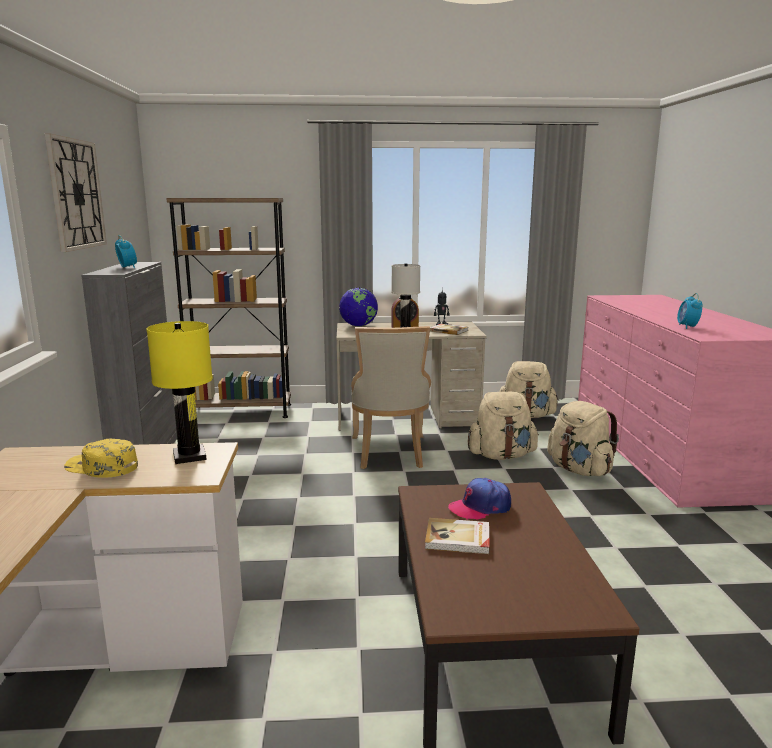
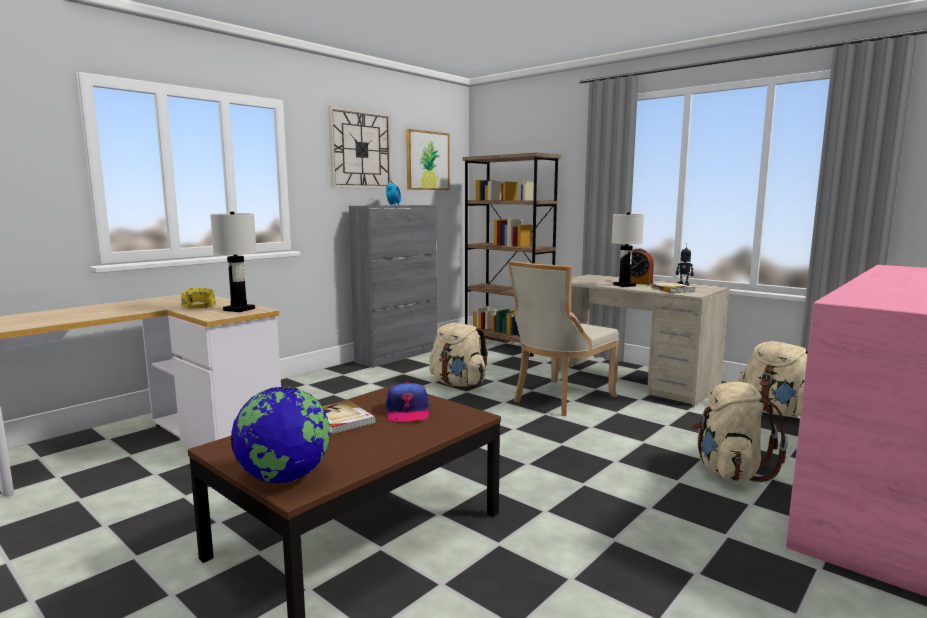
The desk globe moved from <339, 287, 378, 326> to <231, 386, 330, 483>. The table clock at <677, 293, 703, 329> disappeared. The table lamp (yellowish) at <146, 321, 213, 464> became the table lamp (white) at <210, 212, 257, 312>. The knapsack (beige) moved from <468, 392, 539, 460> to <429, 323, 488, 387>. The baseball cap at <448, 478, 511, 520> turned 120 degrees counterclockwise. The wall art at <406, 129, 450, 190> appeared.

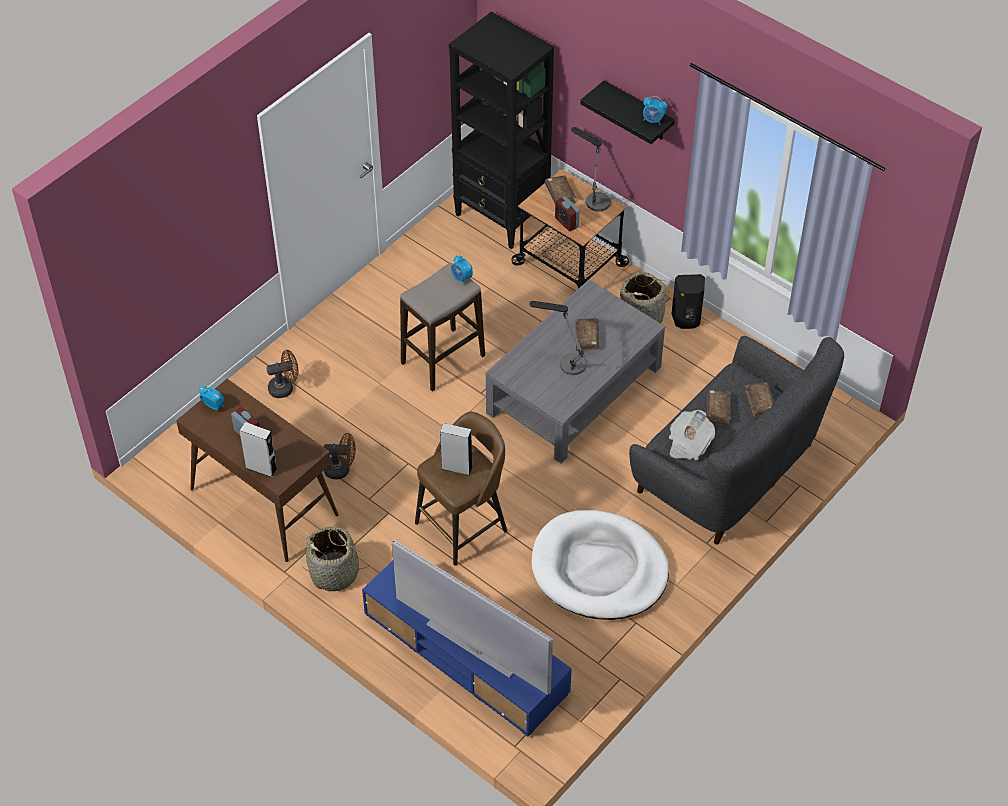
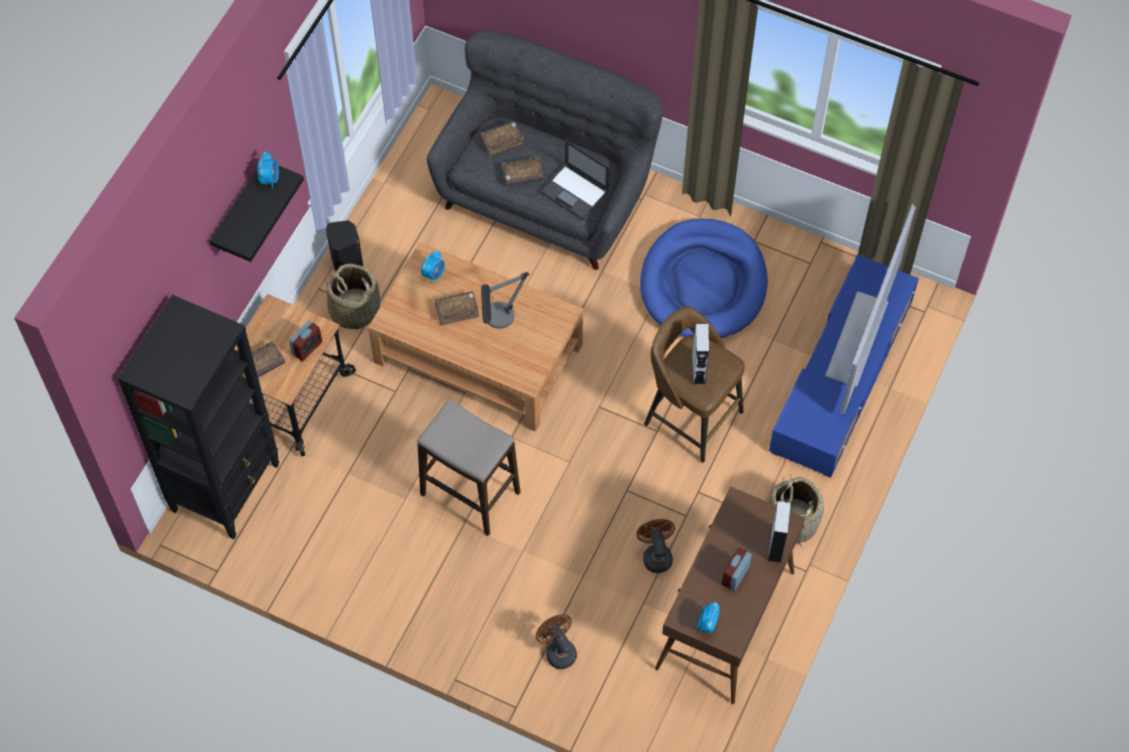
The table lamp at <571, 127, 611, 212> disappeared. The table clock moved from <451, 255, 473, 285> to <421, 250, 445, 284>. The coffee table (greyish) at <485, 280, 665, 464> became the coffee table (brown-coloured) at <368, 242, 583, 431>. The daily paper at <669, 410, 715, 460> was replaced by the portable computer at <540, 140, 610, 220>. The dog bed (white) at <531, 510, 669, 620> became the dog bed (bluish) at <640, 219, 768, 338>.

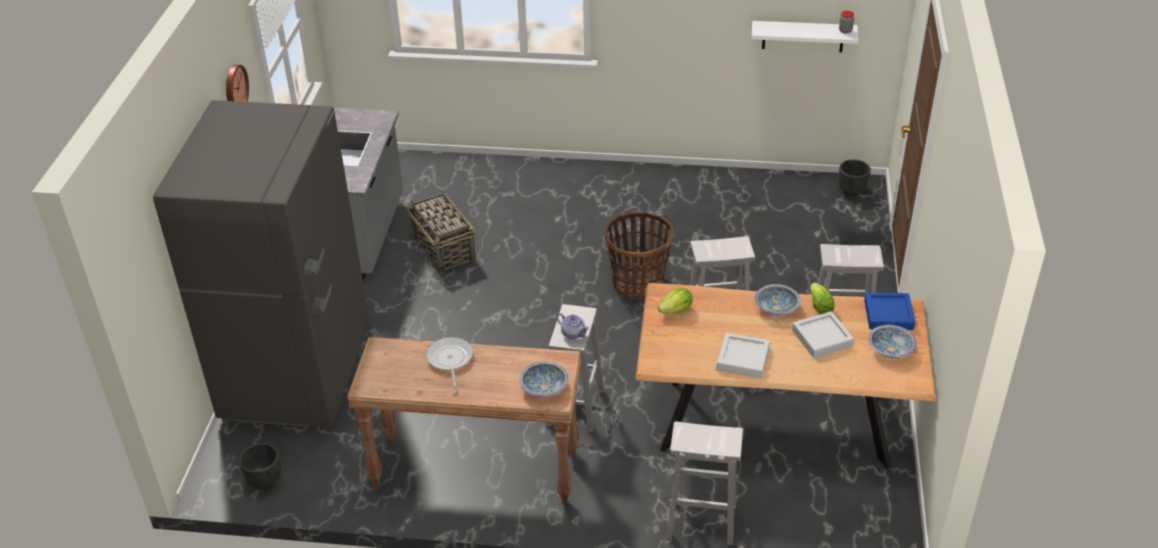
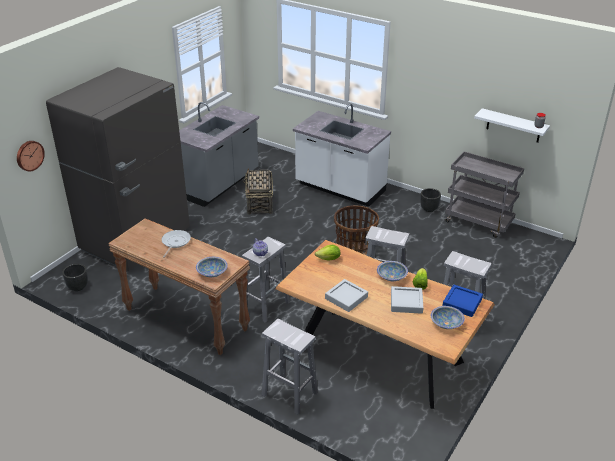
The hanging clock moved from <226, 65, 249, 102> to <17, 141, 45, 171>. The planter (black-coloured) moved from <838, 159, 871, 196> to <420, 188, 441, 212>. The kitchen base unit (white) at <293, 104, 391, 207> appeared. The cart (greyish) at <445, 152, 524, 238> appeared.

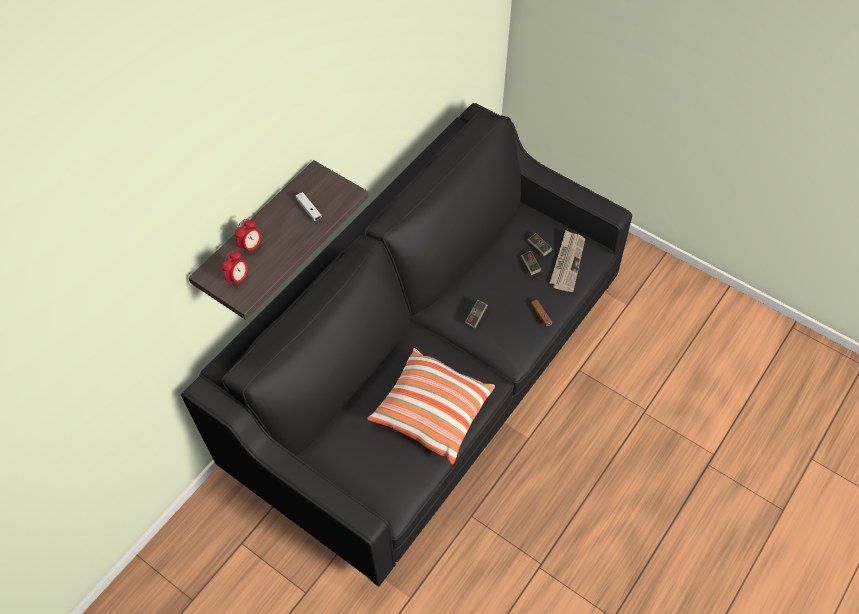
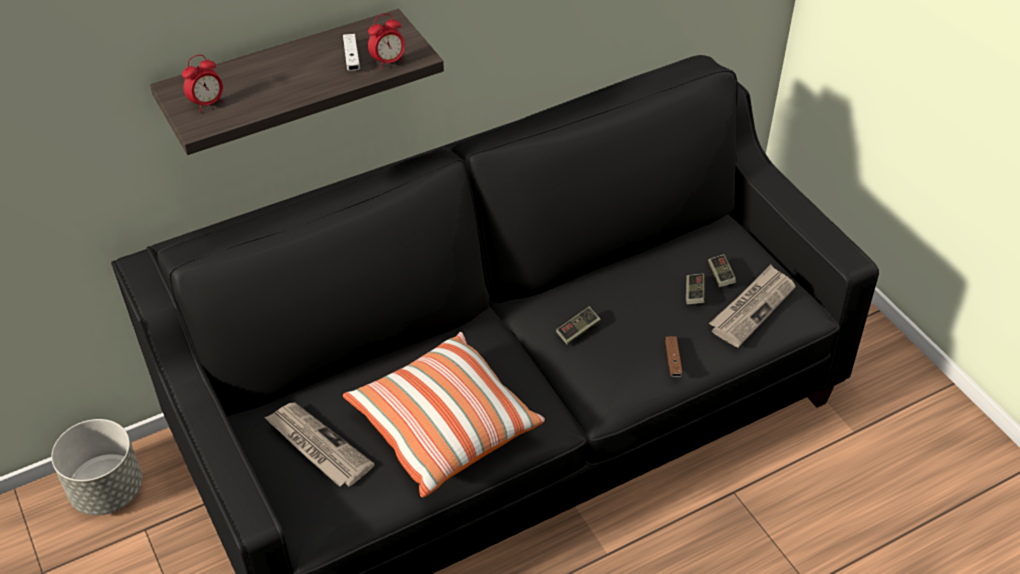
The table clock moved from <235, 219, 262, 255> to <368, 14, 405, 70>. The daily paper at <264, 403, 375, 487> appeared. The planter (greyish) at <51, 419, 142, 515> appeared.

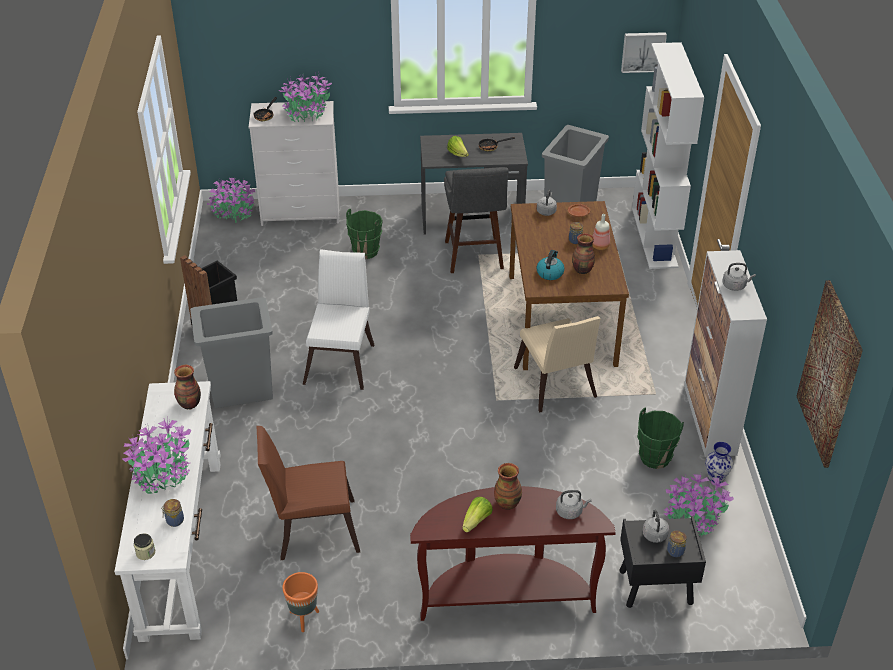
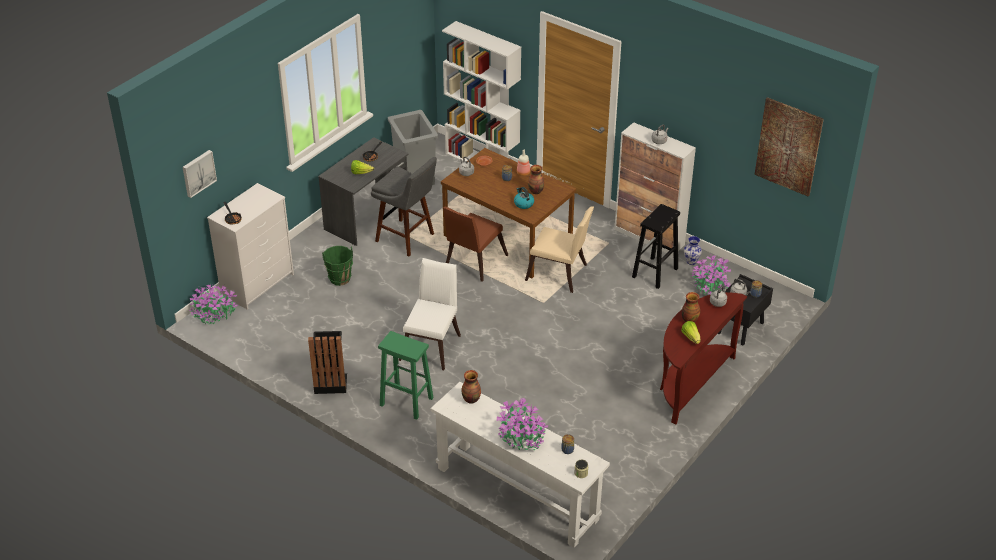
The wall art moved from <621, 32, 667, 73> to <183, 150, 217, 198>. The plant in a pot at <279, 73, 332, 122> disappeared. The upright chair (white) at <303, 249, 374, 390> turned 60 degrees clockwise. The rubbish bin (greyish) at <190, 297, 273, 408> was replaced by the sitting stool (green-coloured) at <378, 331, 434, 420>. The pail (green-coloured) at <637, 408, 684, 469> was replaced by the sitting stool (black-coloured) at <632, 204, 680, 289>. The upright chair (brown-coloured) moved from <256, 426, 360, 560> to <443, 207, 508, 282>. The planter (orange-coloured) at <282, 572, 319, 632> disappeared.

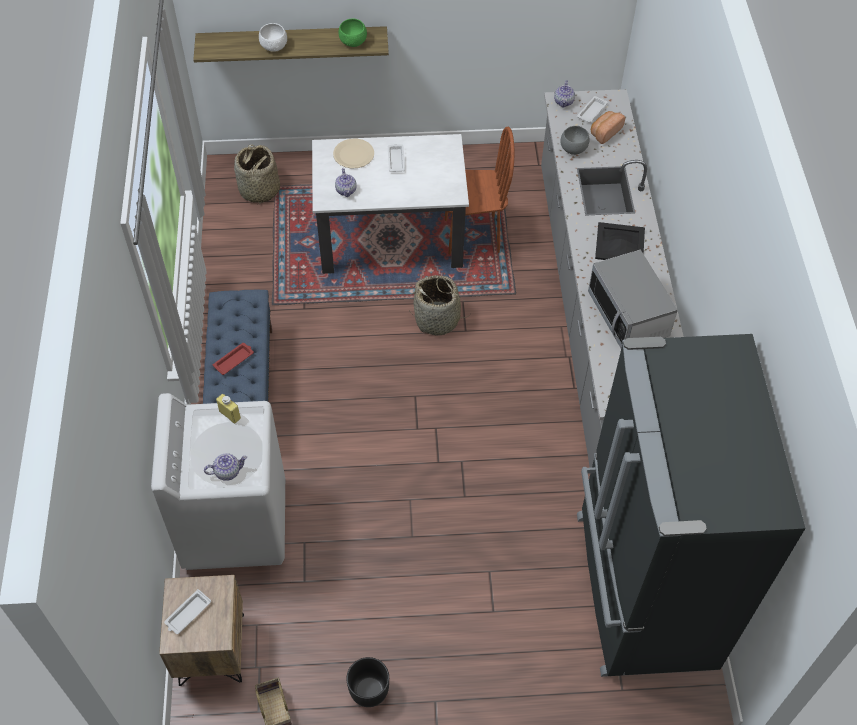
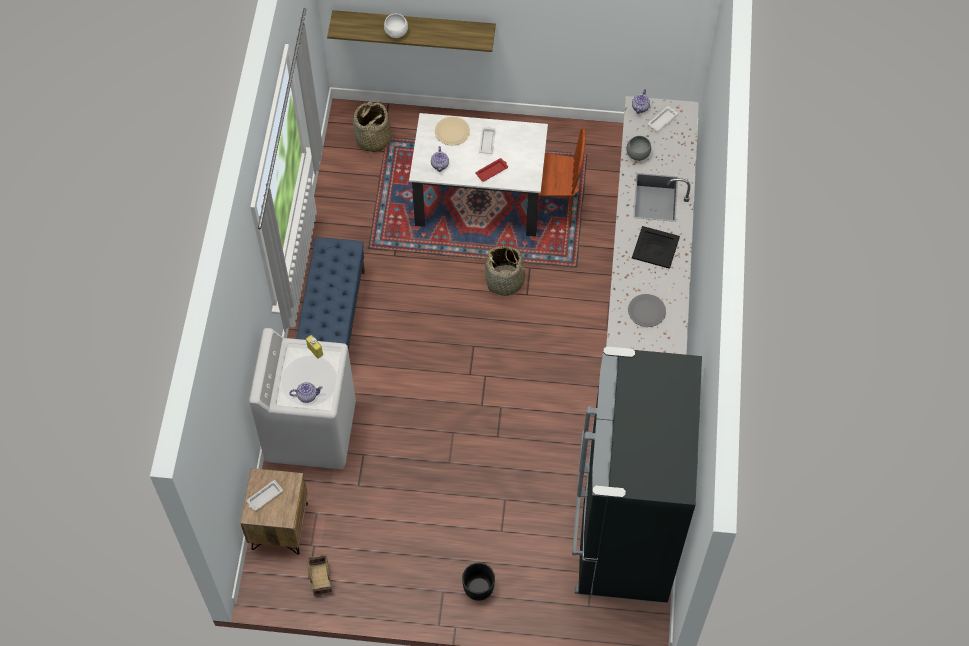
The bowl (green-coloured) at <339, 19, 367, 47> disappeared. The baked bread at <591, 111, 626, 144> disappeared. The kitchen microwave at <588, 250, 678, 348> was replaced by the plate (greyish) at <628, 294, 666, 327>. The tray (reddish) moved from <213, 343, 254, 375> to <475, 158, 508, 182>. The planter (black-coloured) moved from <346, 657, 389, 707> to <462, 563, 495, 601>.

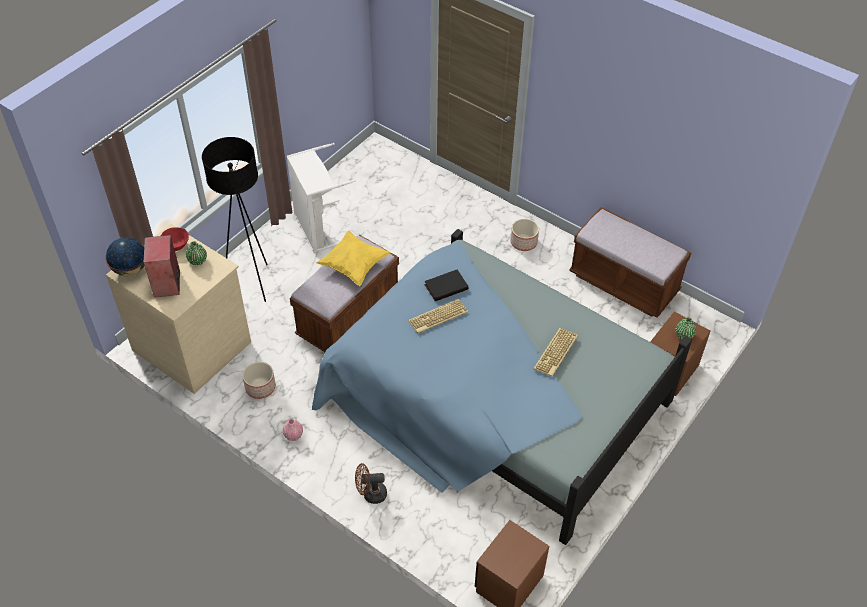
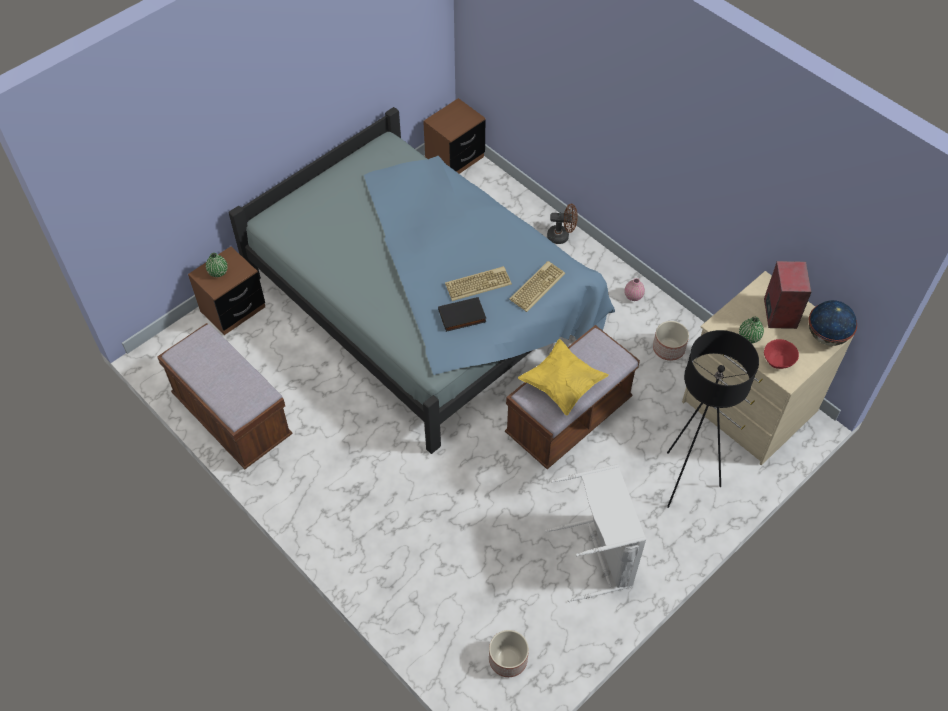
The planter moved from <511, 219, 539, 251> to <489, 630, 529, 677>. The keyboard moved from <533, 328, 578, 376> to <509, 261, 565, 312>.

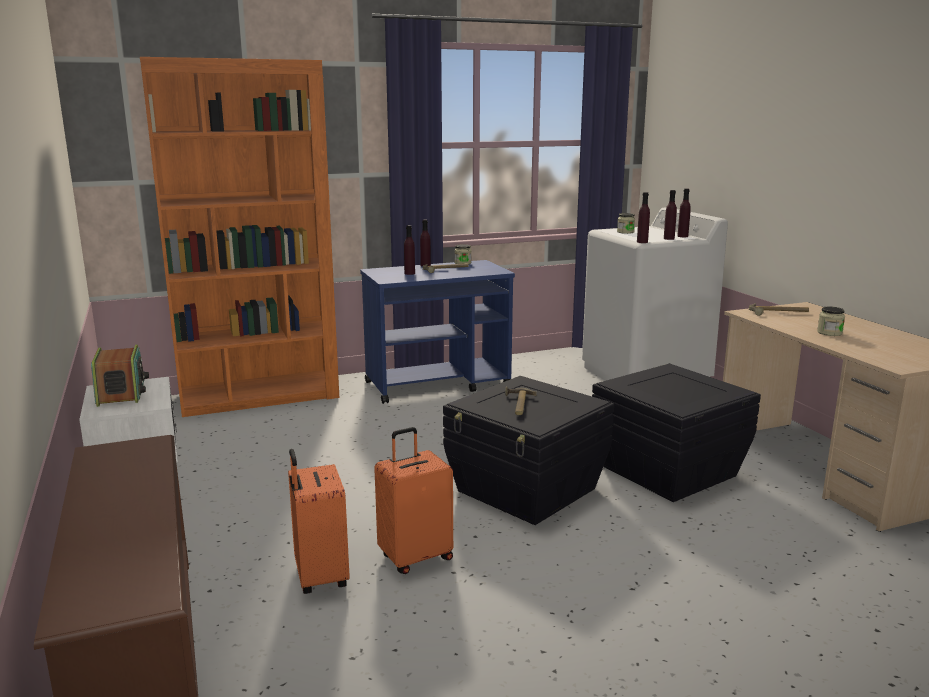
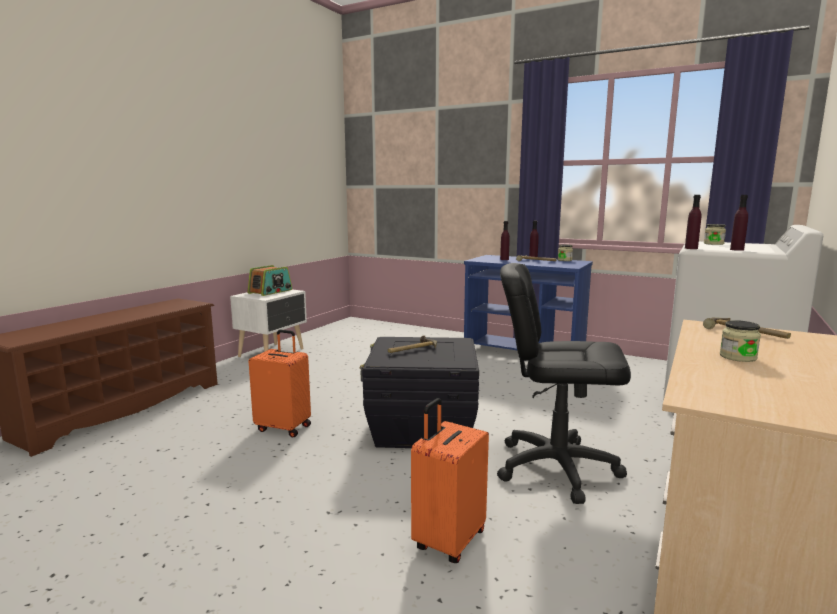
The bookcase (orange-coloured) at <140, 57, 339, 417> disappeared. The beverage bottle (purplish) at <677, 188, 691, 237> disappeared. The storage box (black-coloured) at <592, 364, 761, 502> was replaced by the office chair (black-coloured) at <497, 263, 631, 504>. The suitcase (orange-coloured) moved from <288, 449, 350, 594> to <411, 398, 489, 563>.

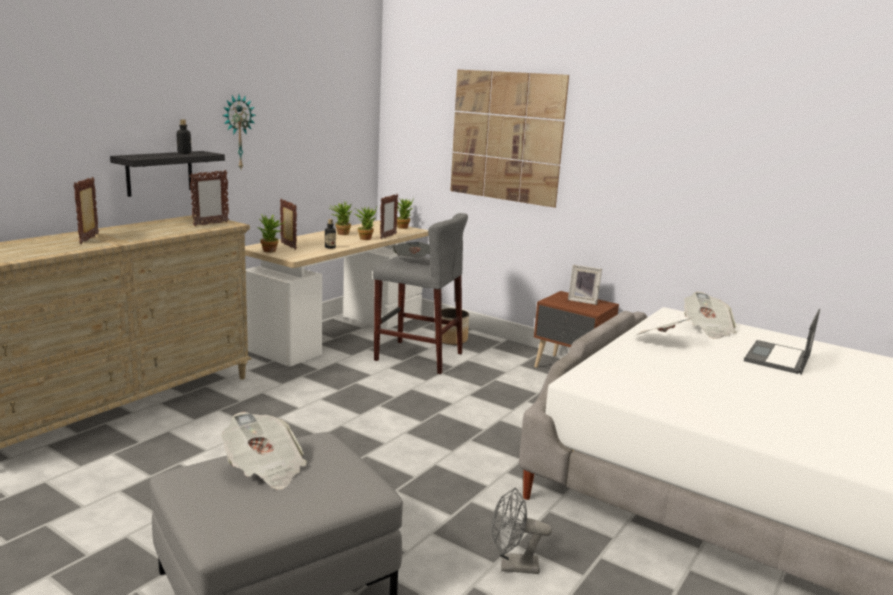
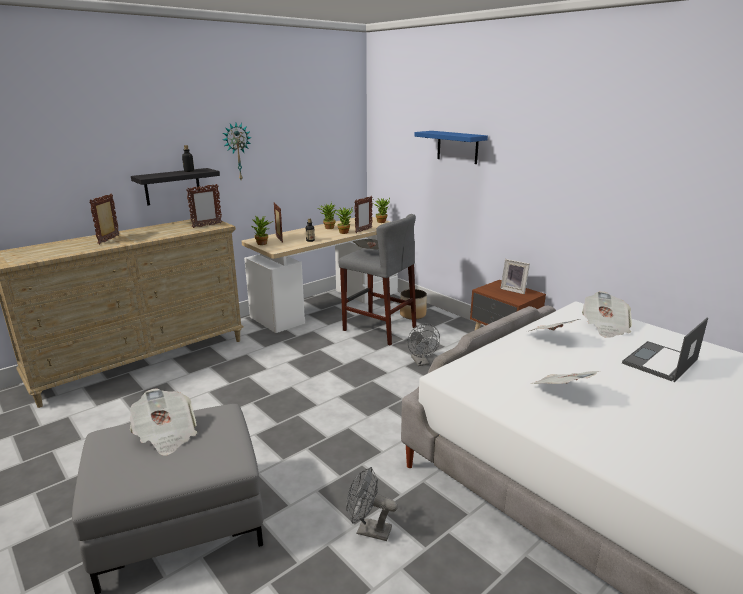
The wall art at <450, 70, 569, 208> was replaced by the wall shelf (bluish) at <415, 131, 488, 164>. The cooling fan (greyish) at <408, 323, 440, 366> appeared. The daily paper at <530, 371, 599, 384> appeared.

